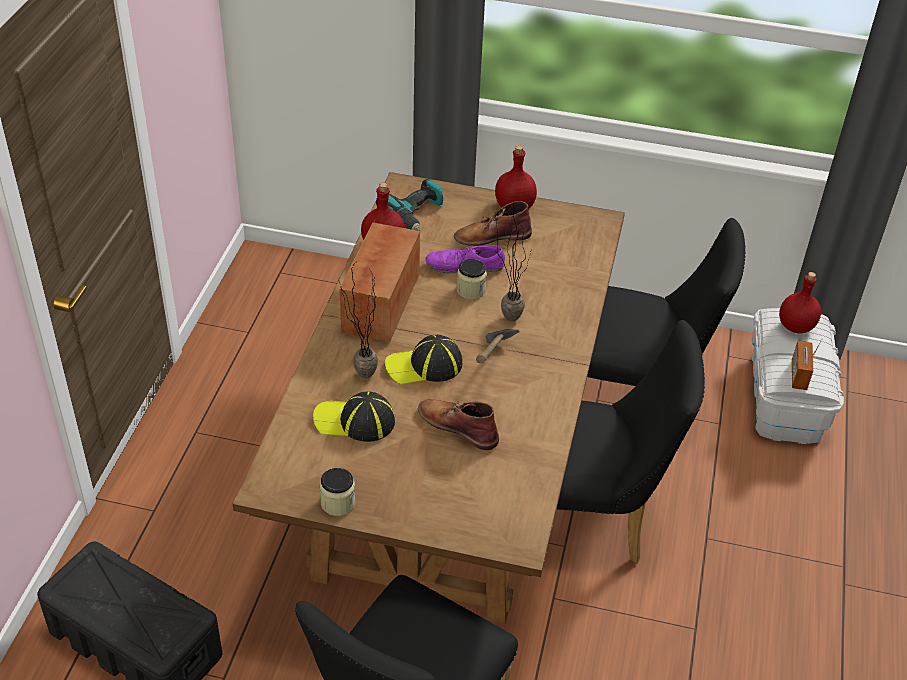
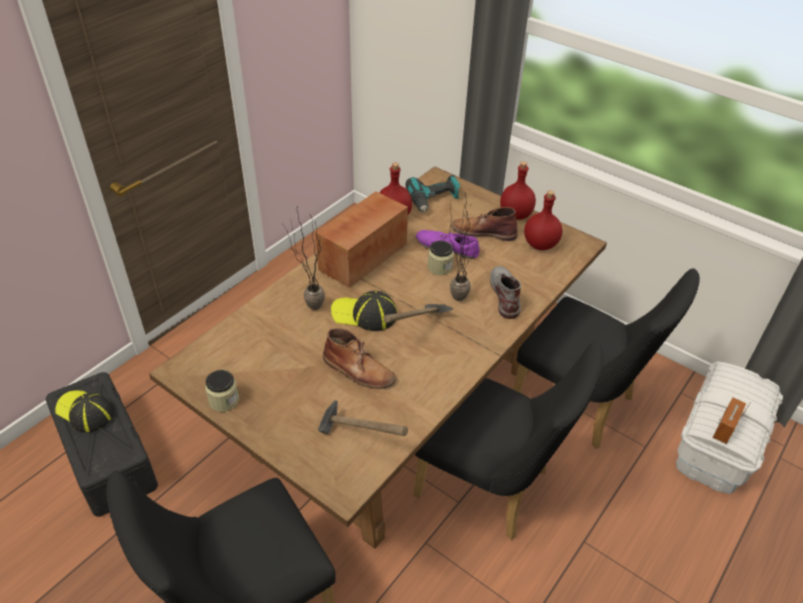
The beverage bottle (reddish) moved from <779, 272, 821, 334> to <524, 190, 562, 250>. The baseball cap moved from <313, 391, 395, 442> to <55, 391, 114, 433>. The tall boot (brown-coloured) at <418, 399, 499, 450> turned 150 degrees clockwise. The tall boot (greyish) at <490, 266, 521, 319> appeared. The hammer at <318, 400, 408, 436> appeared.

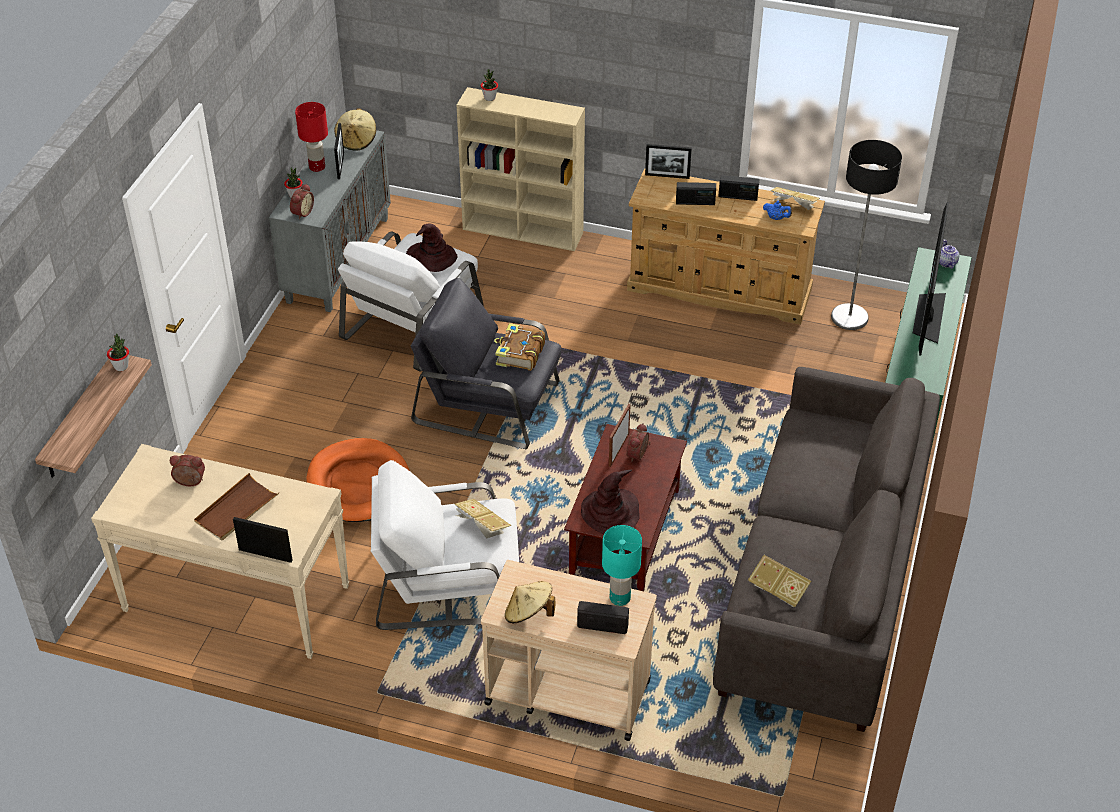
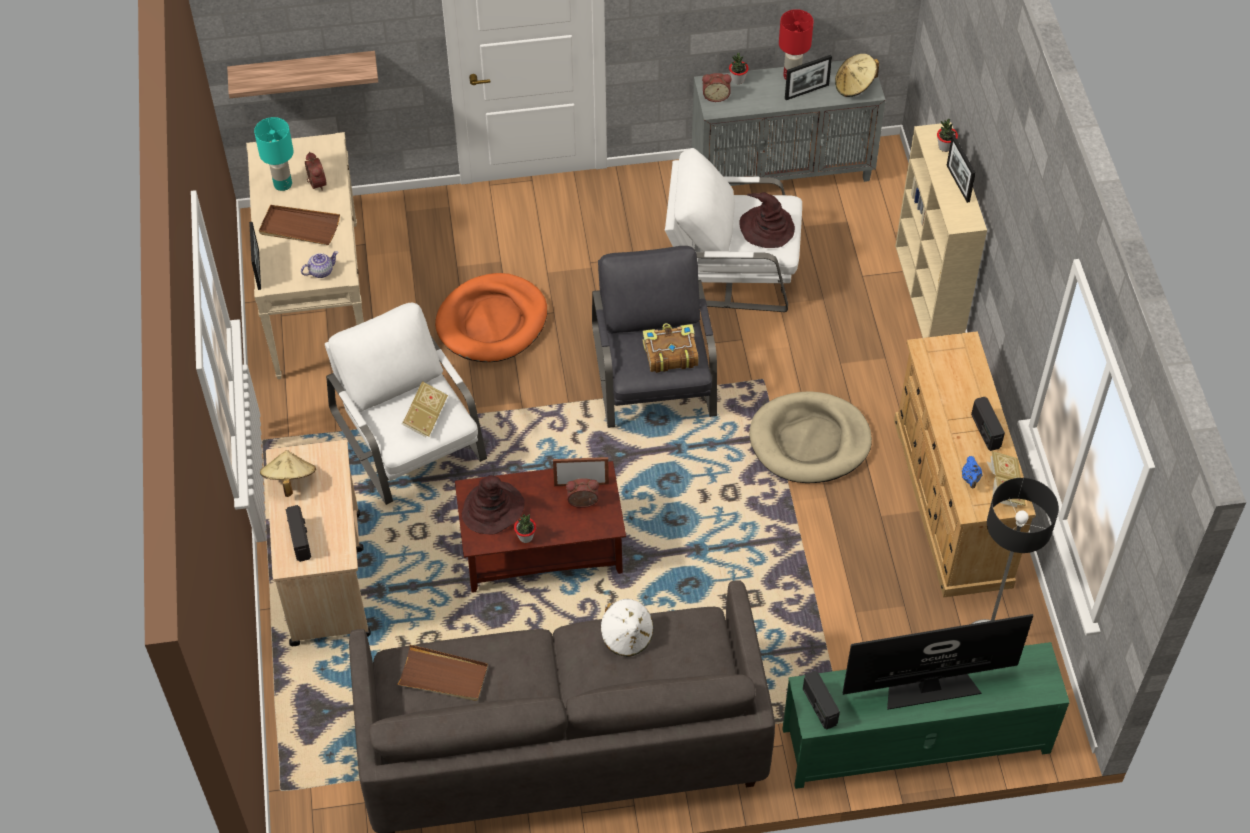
The picture frame moved from <645, 144, 692, 179> to <947, 135, 976, 203>. The radio moved from <676, 182, 716, 205> to <803, 671, 840, 730>. The pot for tea moved from <939, 239, 959, 269> to <301, 251, 338, 278>. The plant in a pot moved from <107, 334, 129, 371> to <514, 514, 536, 543>. The table lamp (turquoise) moved from <602, 525, 642, 606> to <254, 117, 294, 191>. The volume at <748, 555, 811, 608> was replaced by the tray (brown-coloured) at <397, 645, 488, 701>. The dog bed (beige) at <749, 391, 872, 483> appeared. The hat (white) at <601, 599, 653, 657> appeared.

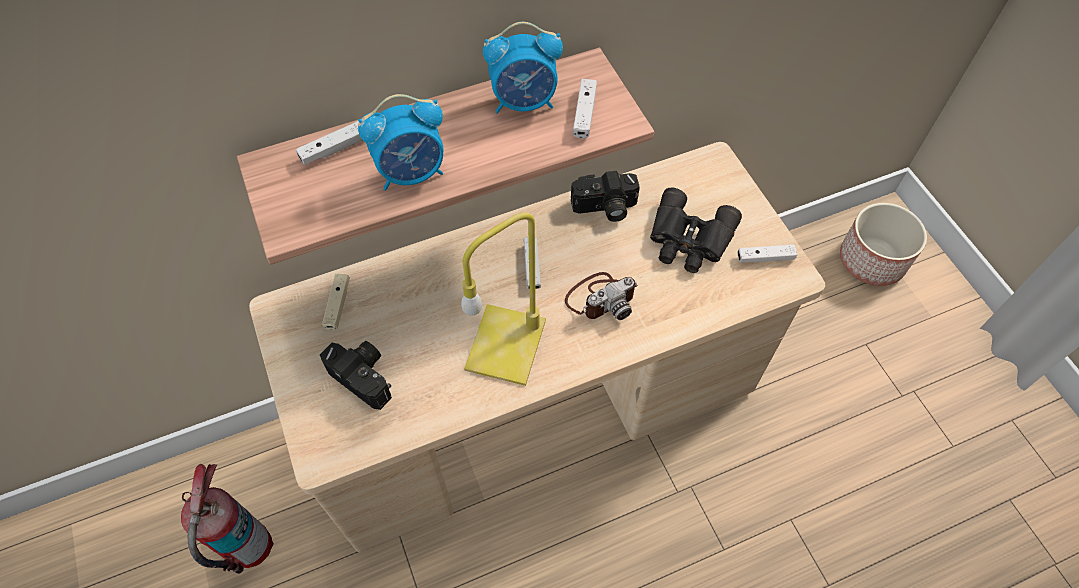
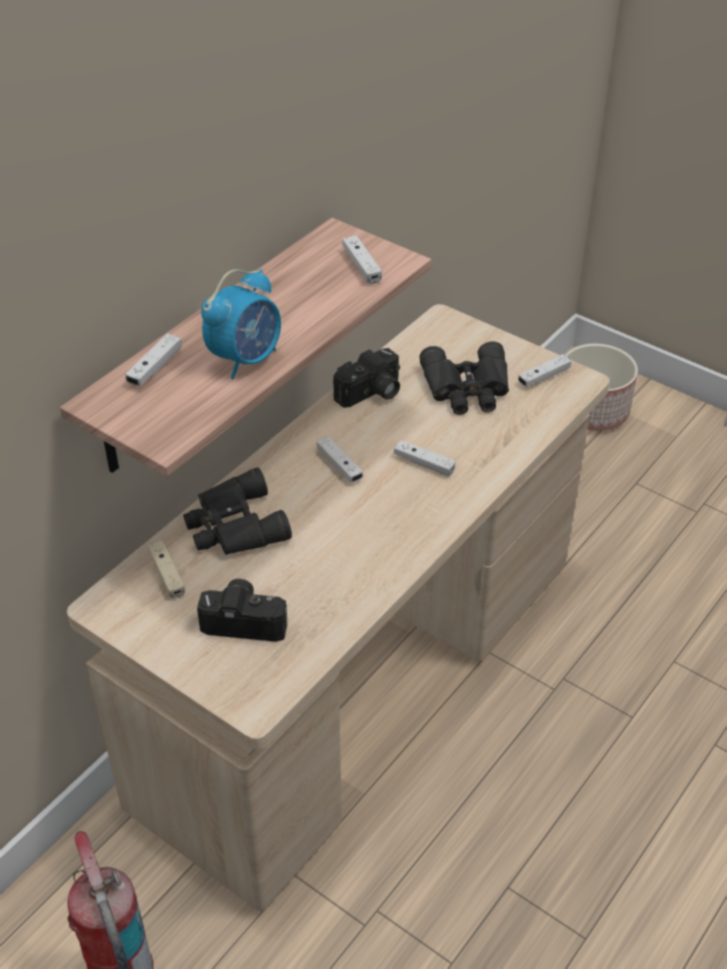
The table clock at <483, 22, 563, 113> disappeared. The table lamp (yellowish) at <461, 212, 546, 386> disappeared. The still camera at <565, 272, 638, 320> was replaced by the gamepad (white) at <394, 440, 456, 476>. The binoculars (black-coloured) at <183, 467, 292, 554> appeared.

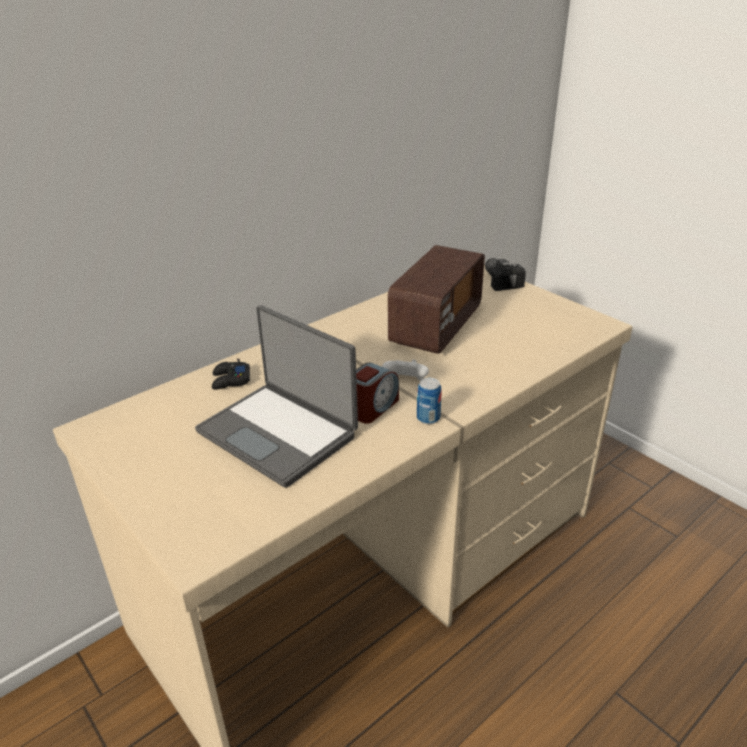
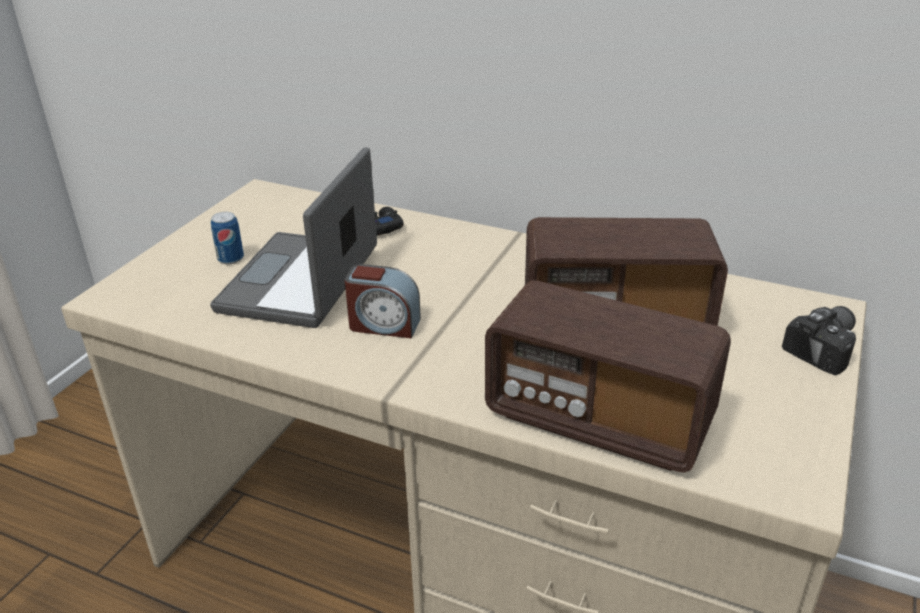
The gamepad (white) at <382, 360, 429, 380> disappeared. The sealed can moved from <417, 378, 442, 424> to <211, 212, 244, 264>. The radio at <485, 281, 731, 473> appeared.

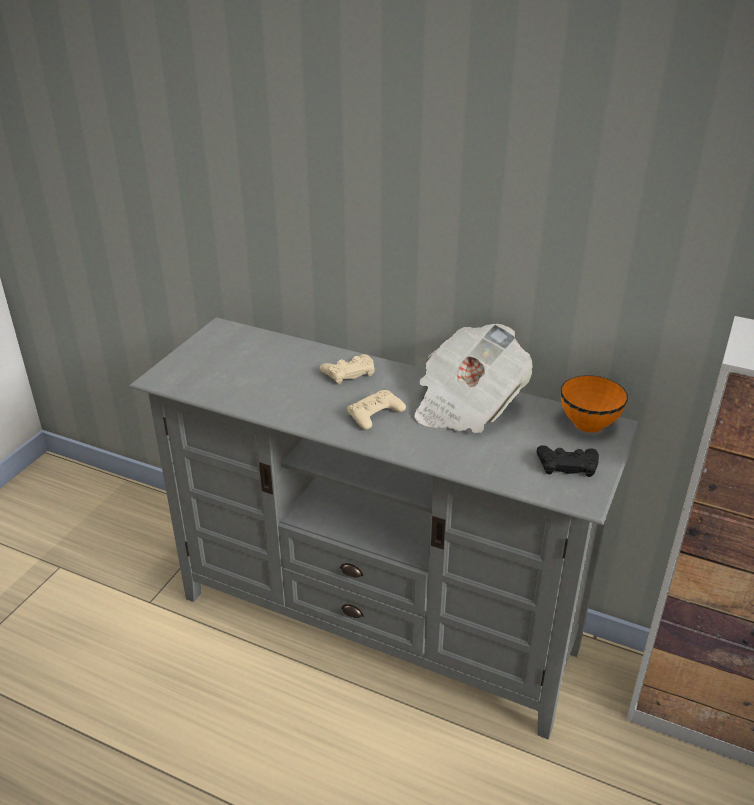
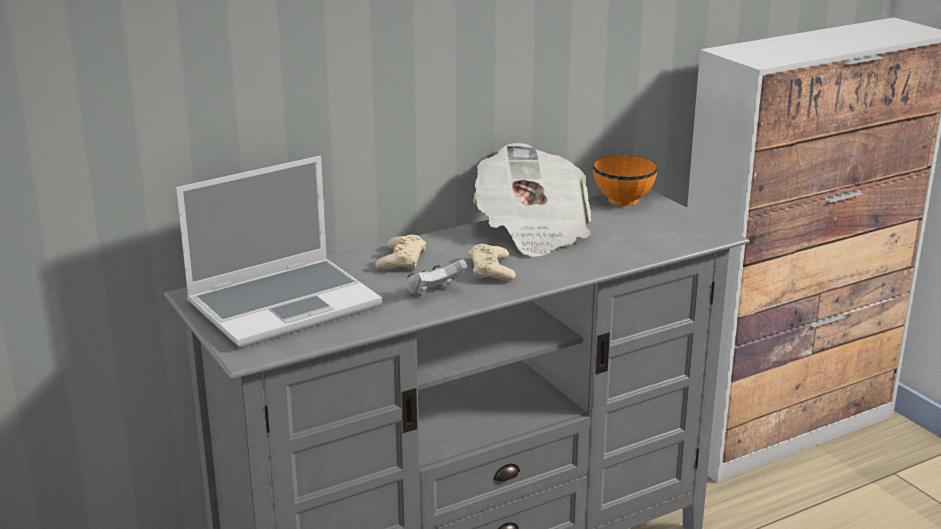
The gamepad (black-coloured) at <537, 445, 599, 477> disappeared. The portable computer at <176, 156, 382, 348> appeared. The gamepad (white) at <407, 259, 467, 296> appeared.

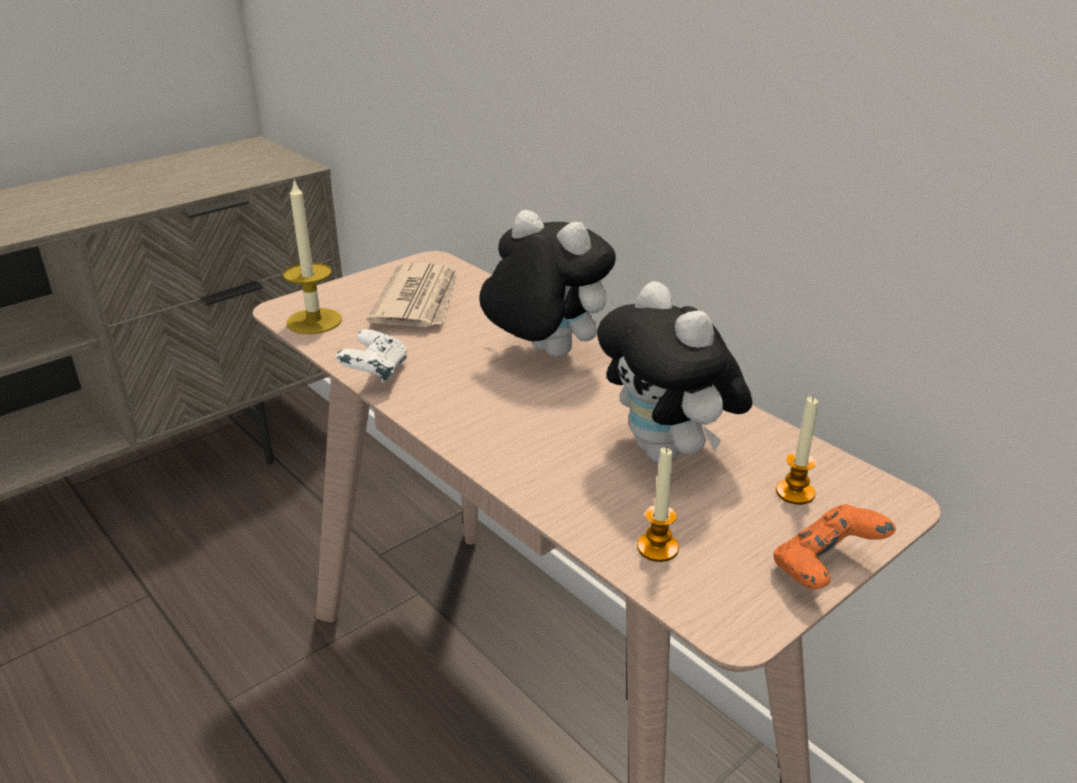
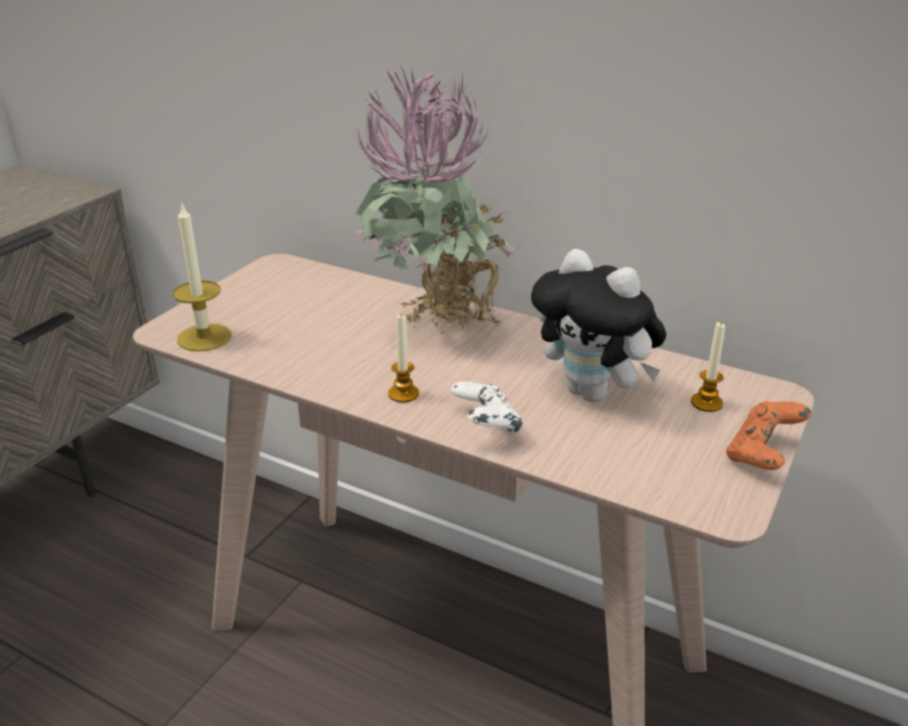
The plush toy at <479, 210, 616, 358> was replaced by the plant in a pot at <352, 65, 514, 333>. The daily paper at <367, 263, 458, 327> disappeared. The gamepad (white) moved from <336, 329, 407, 383> to <451, 381, 522, 435>. The wax candle moved from <637, 448, 679, 562> to <388, 315, 419, 403>.

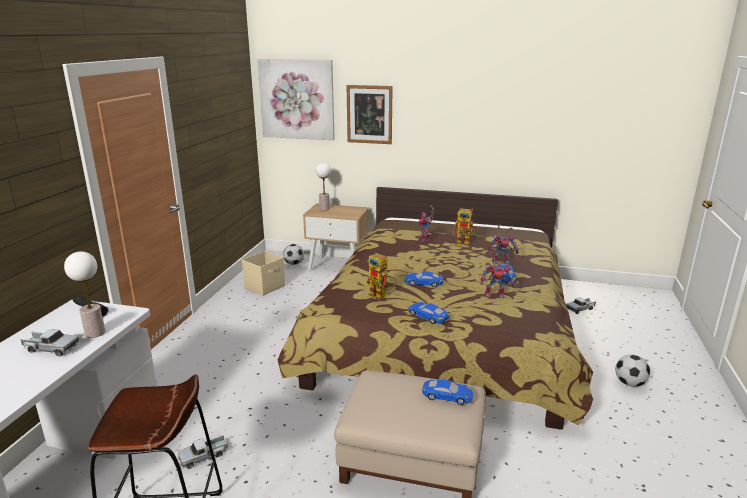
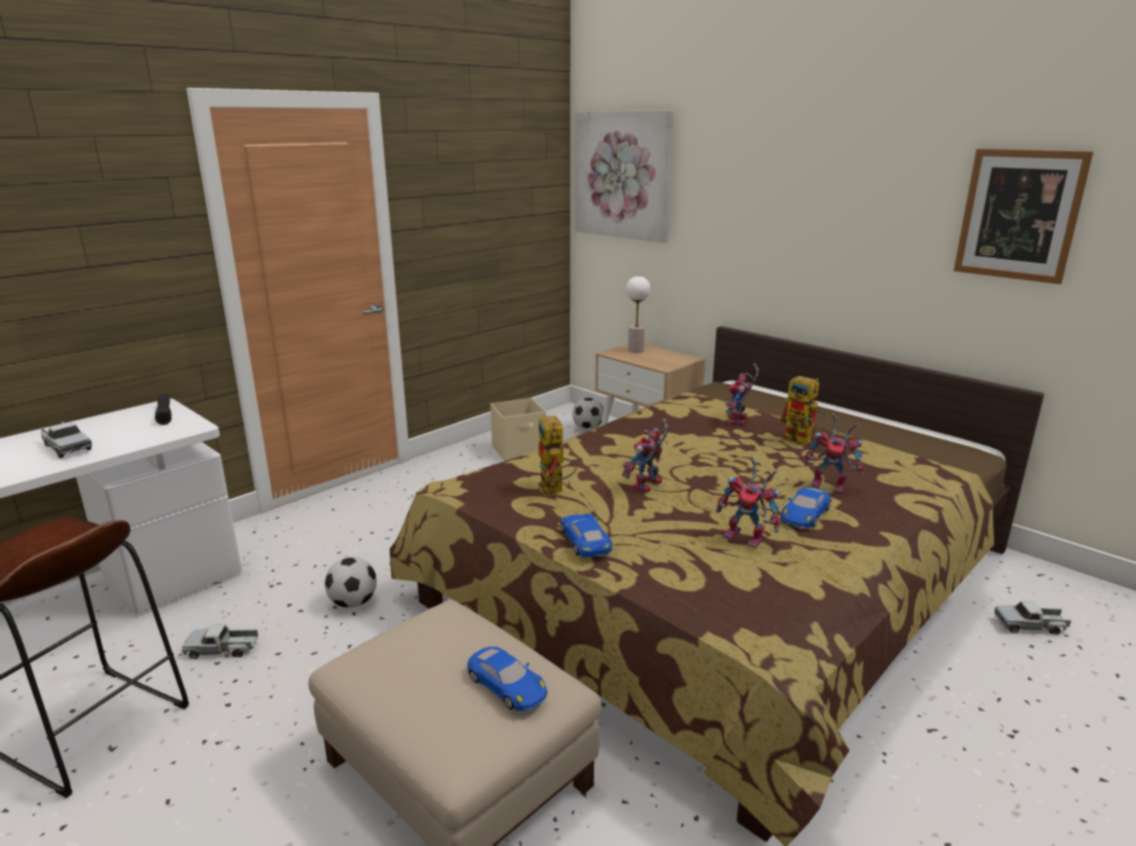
The wall art moved from <347, 85, 393, 144> to <954, 149, 1093, 284>. The table lamp at <64, 251, 105, 338> disappeared. The miniature car (bluish) at <405, 271, 443, 287> was replaced by the model robot at <622, 419, 668, 493>. The football ball moved from <615, 354, 650, 387> to <325, 557, 377, 608>.

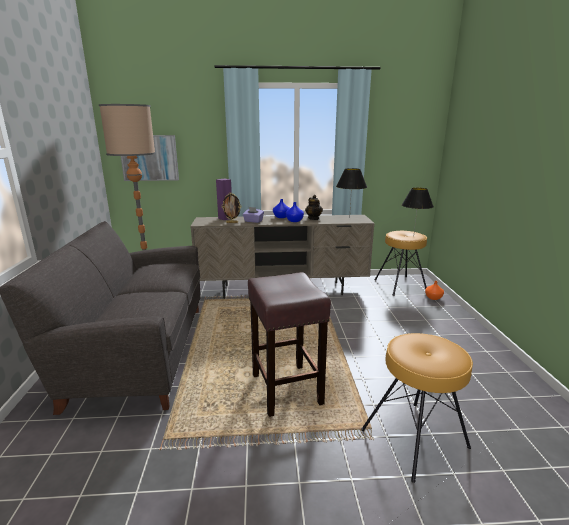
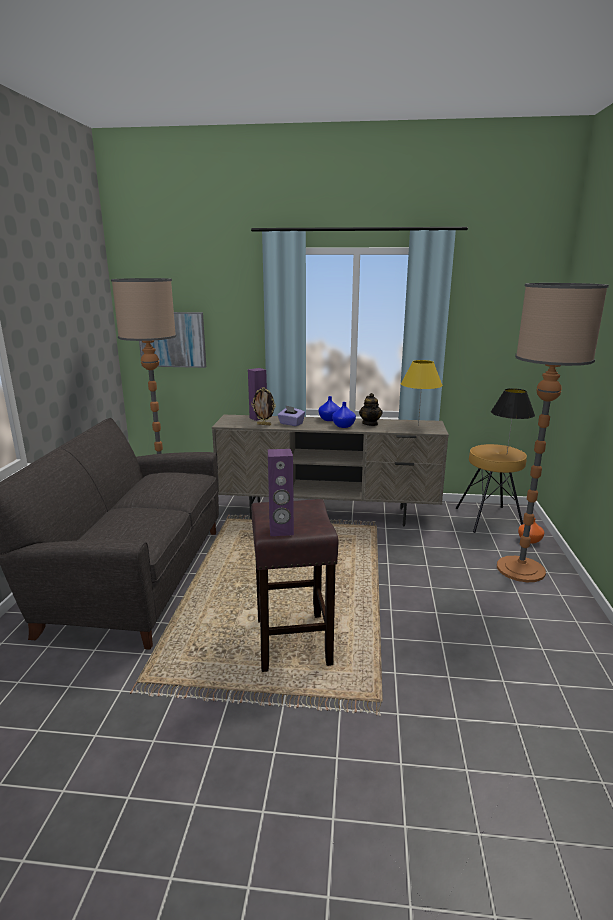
The table lamp (black-coloured) at <336, 168, 367, 219> became the table lamp (yellowish) at <401, 360, 443, 426>. The sitting stool (brown-coloured) at <361, 333, 473, 483> disappeared. The floor lamp at <497, 283, 609, 582> appeared. The loudspeaker (purplish) at <268, 449, 294, 536> appeared.

